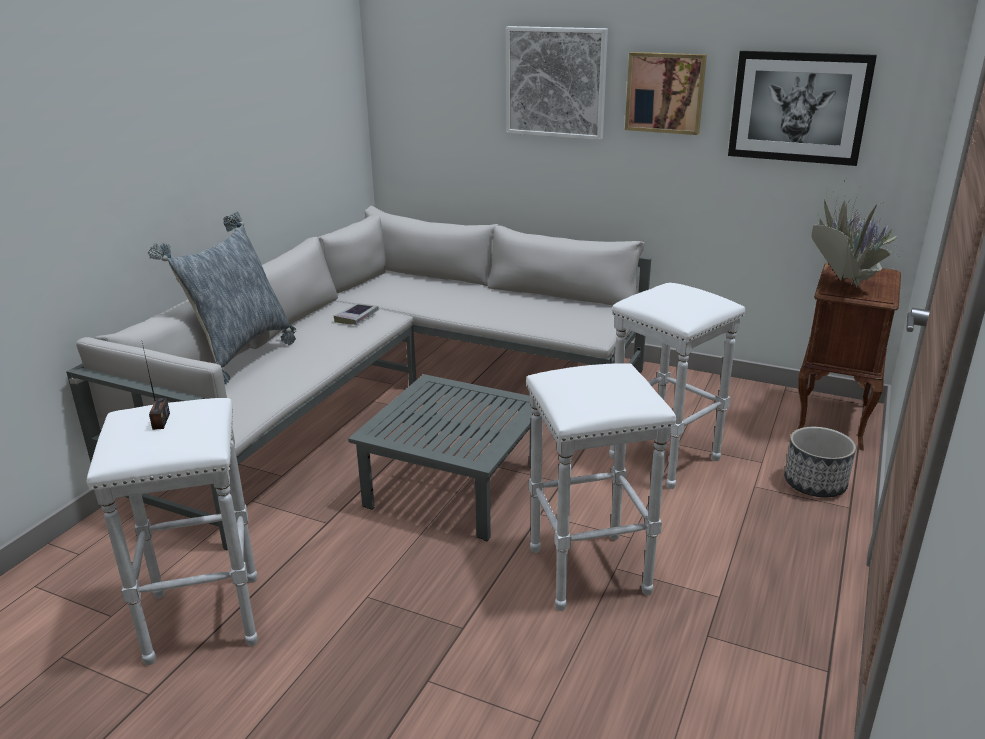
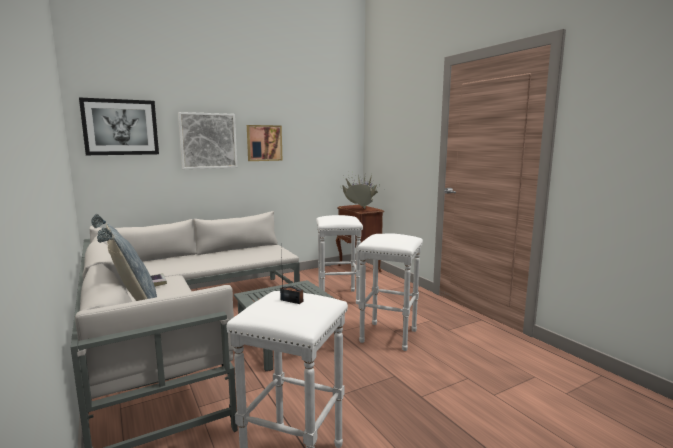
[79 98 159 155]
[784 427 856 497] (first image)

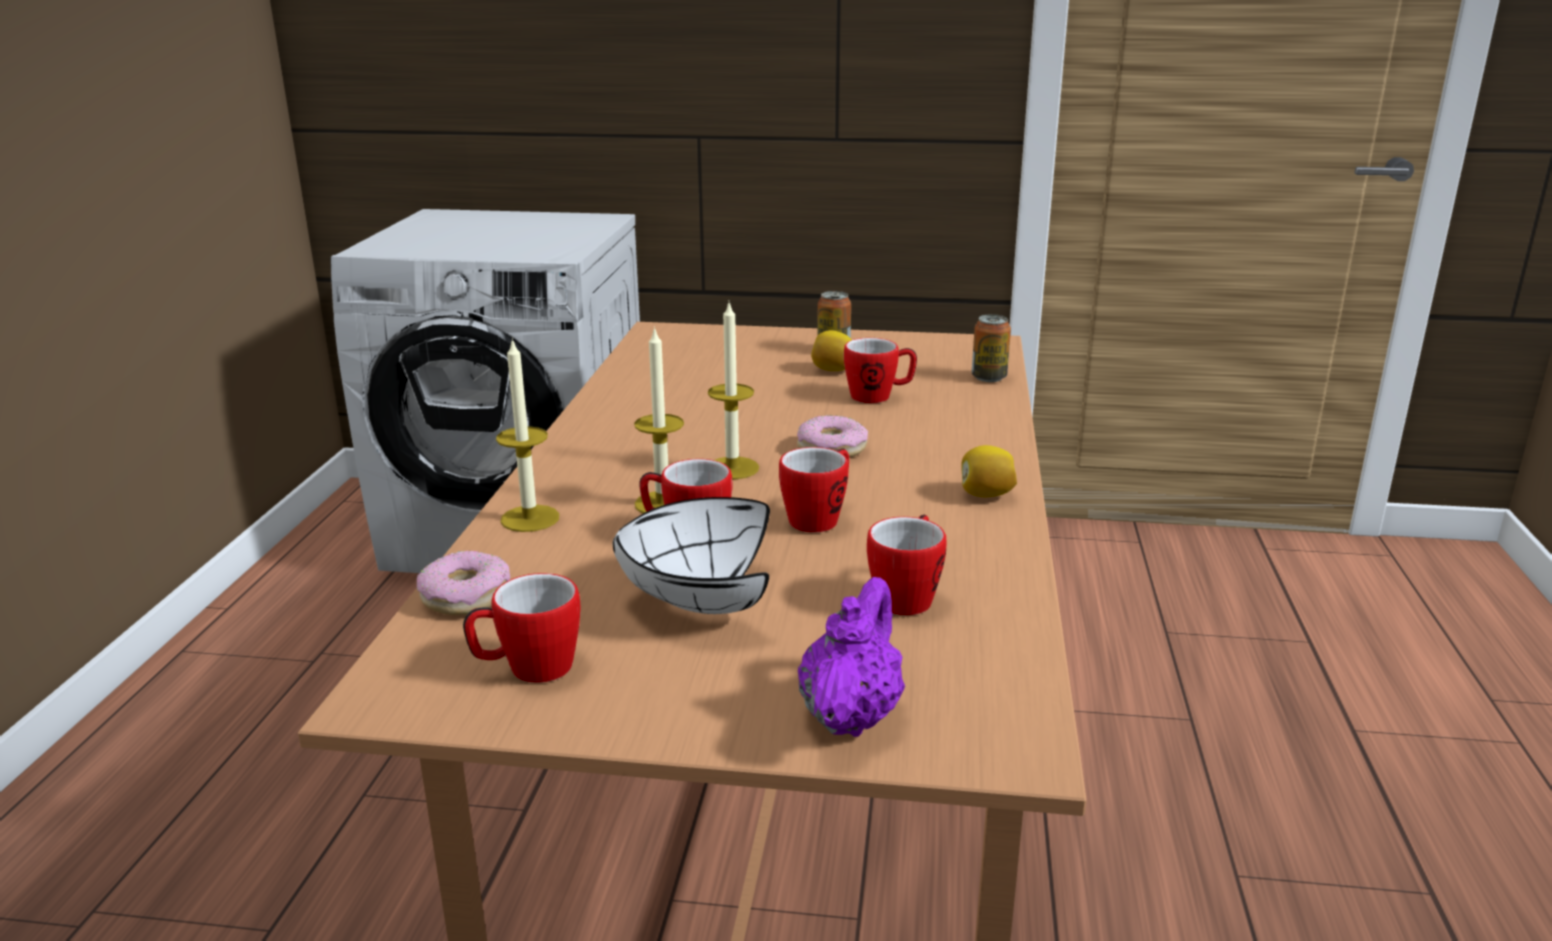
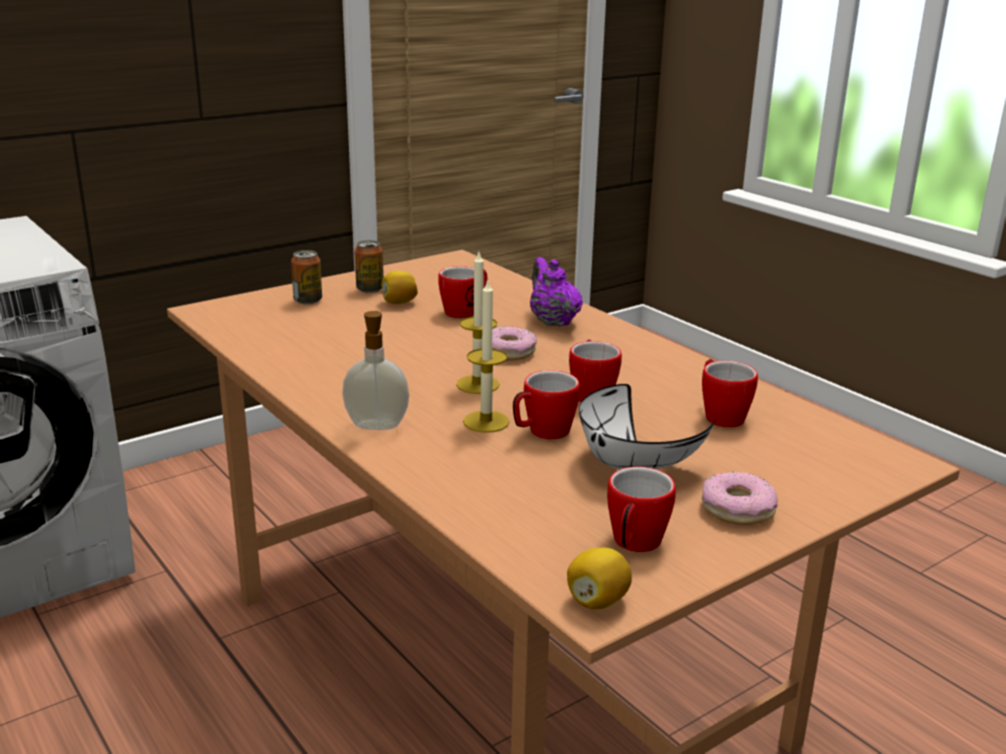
[291 250 322 304]
[342 311 409 430]
[530 257 583 326]
[567 547 632 609]
[702 472 778 525]
[496 338 559 532] (first image)

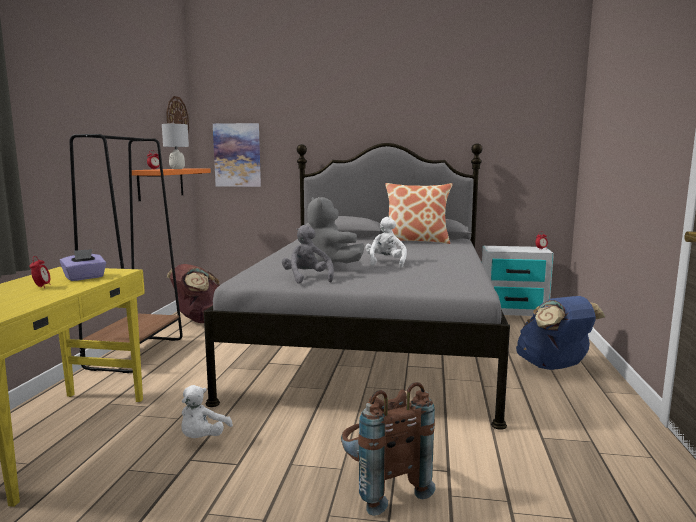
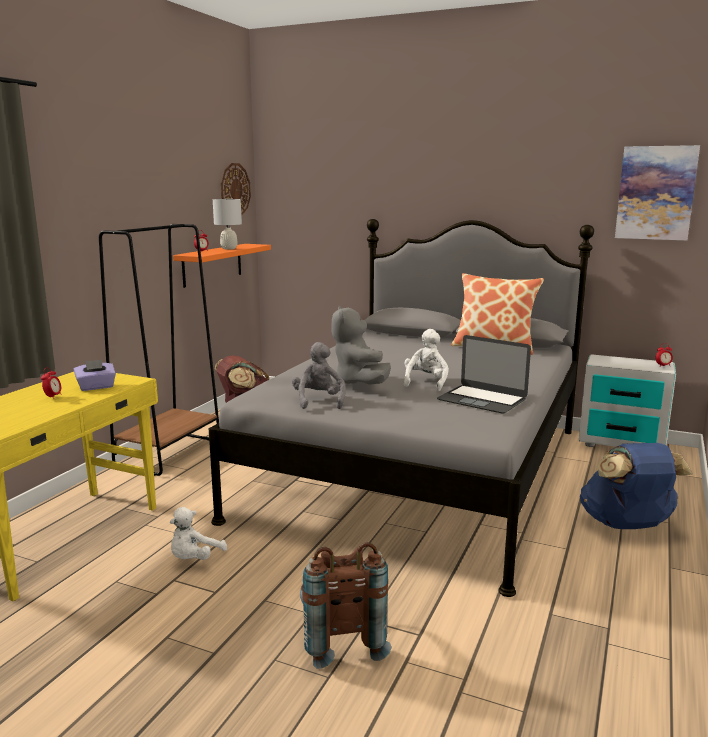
[437 335 531 414]
[615 145 700 241]

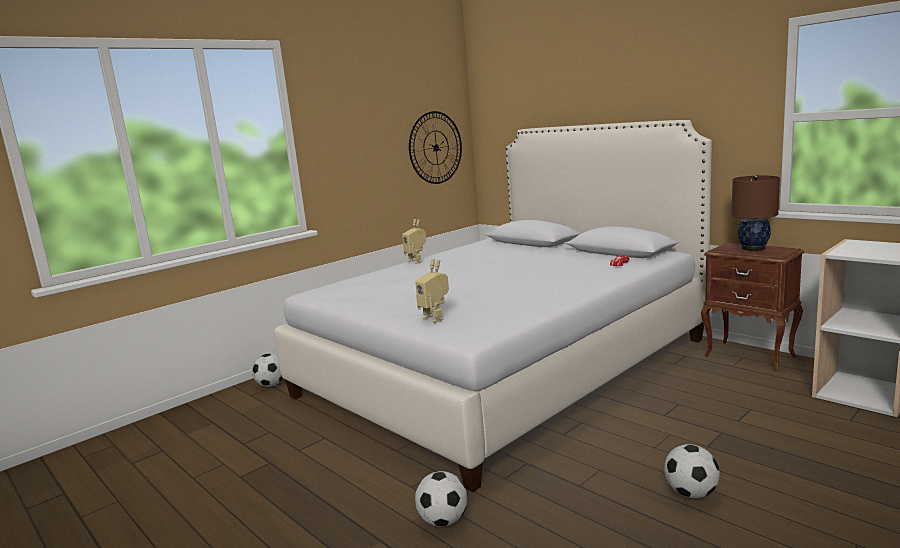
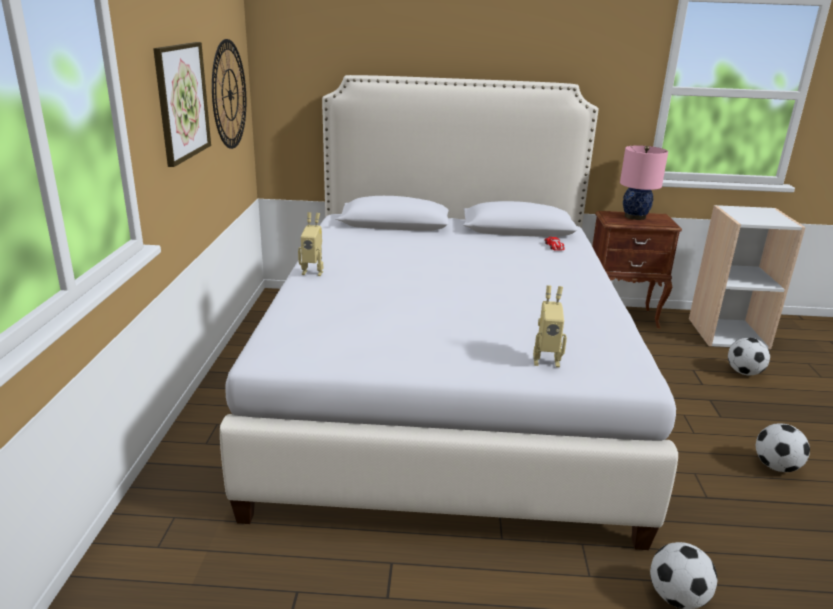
[153 42 211 167]
[620 145 668 220]
[728 338 770 375]

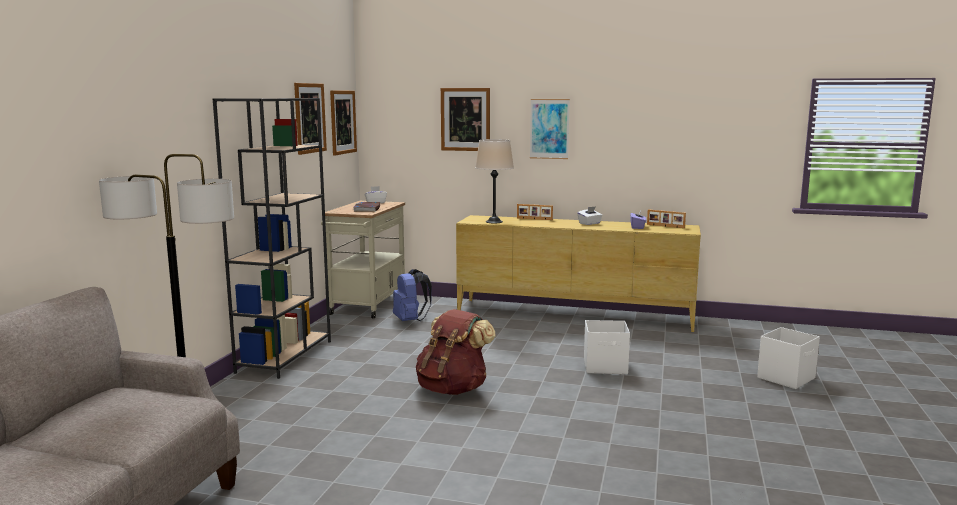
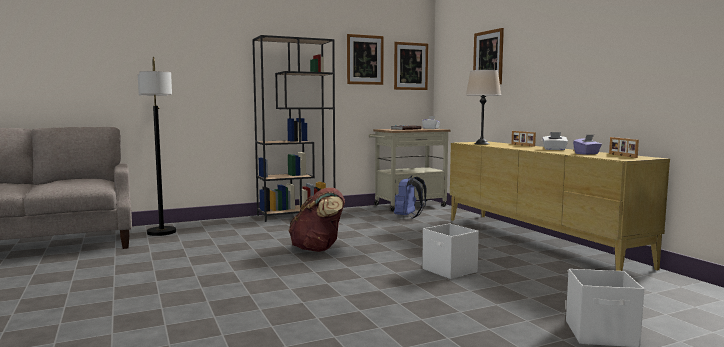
[530 99 570 159] (first image)

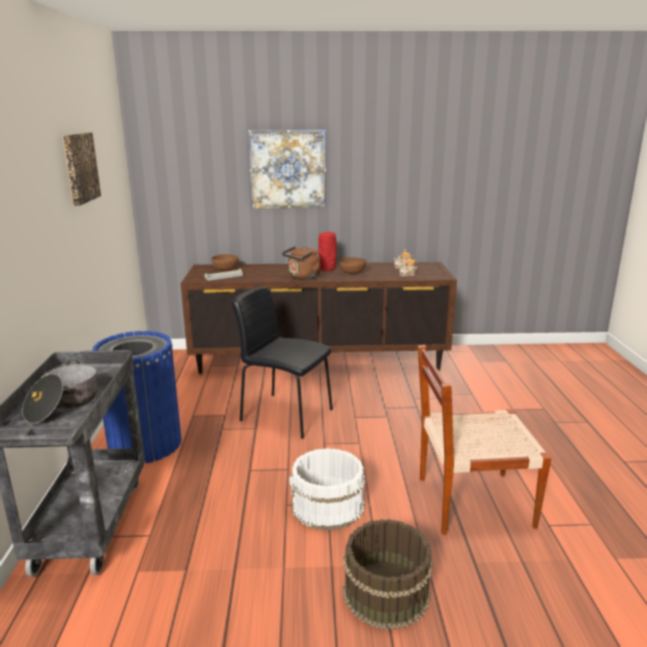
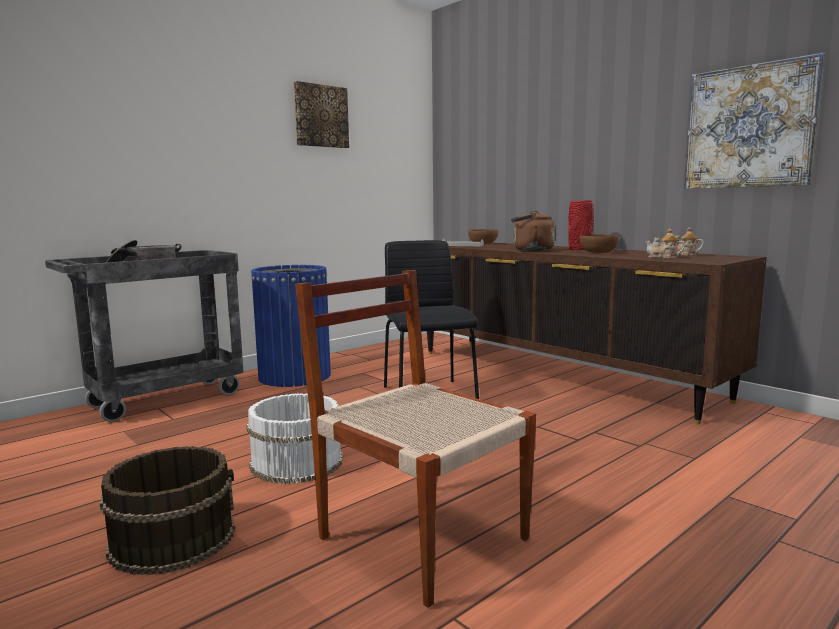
[684 53 825 189]

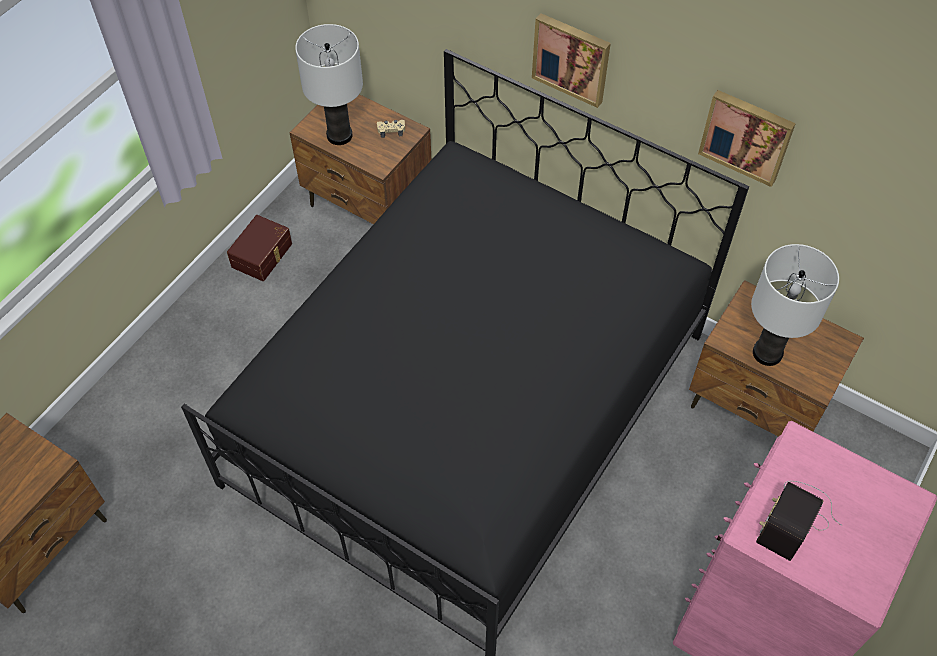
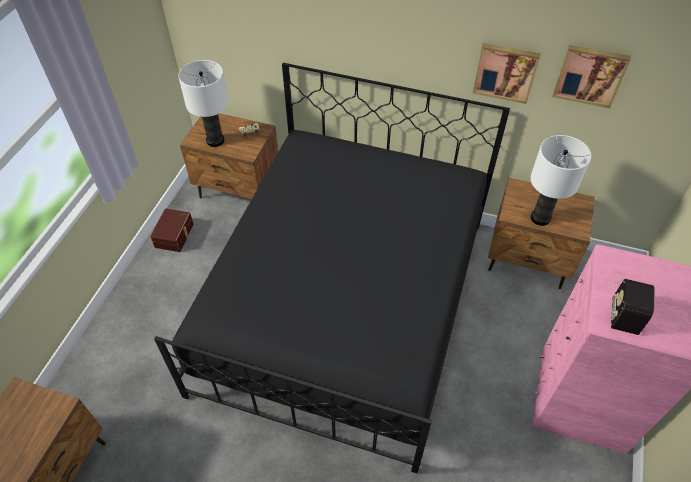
[553 45 631 108]

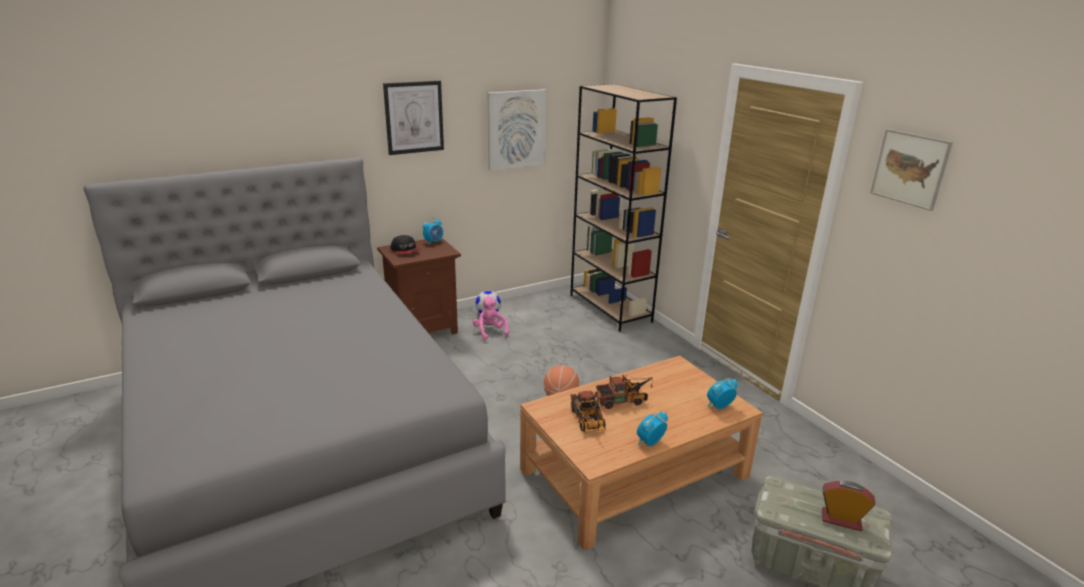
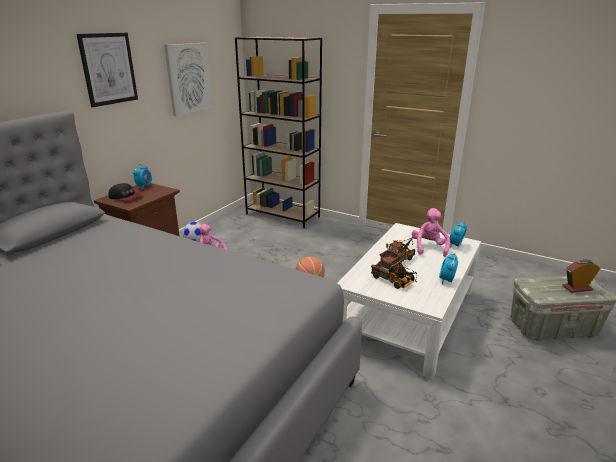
[337 223 481 379]
[412 208 450 257]
[870 129 953 211] (first image)

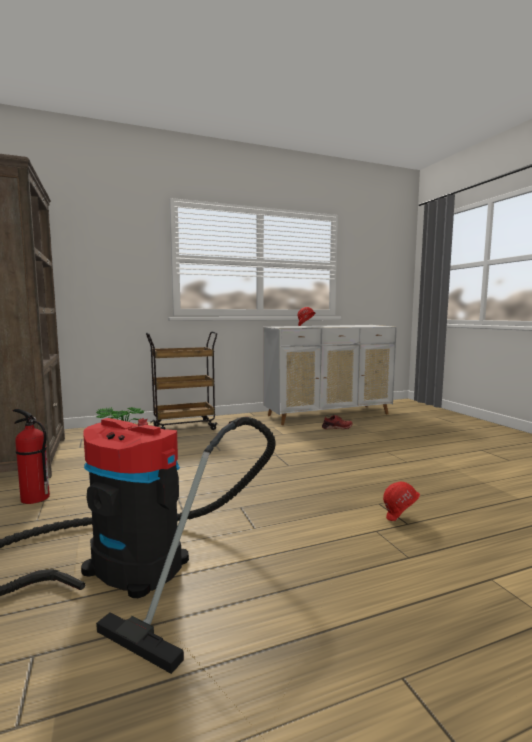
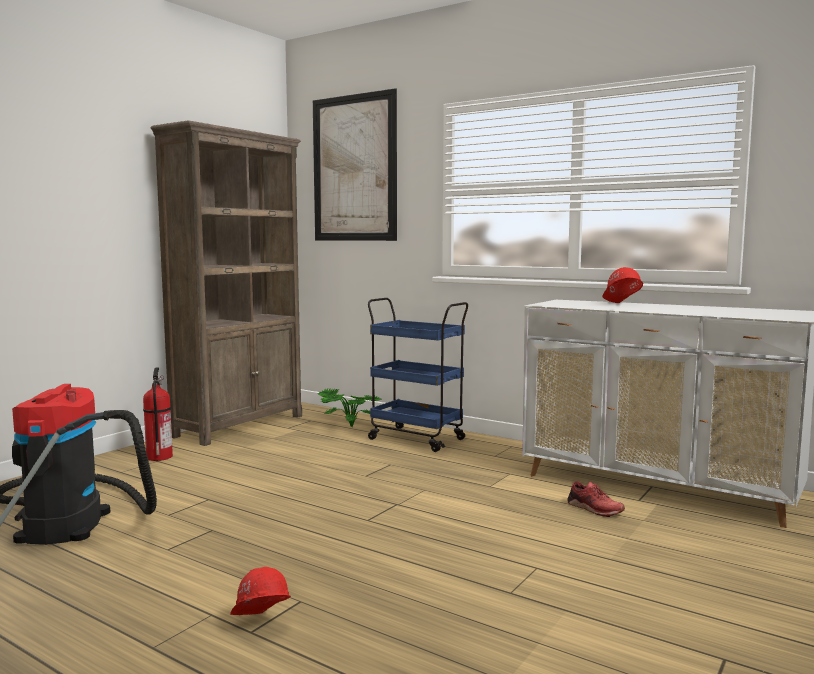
[313 88 397 241]
[368 298 468 452]

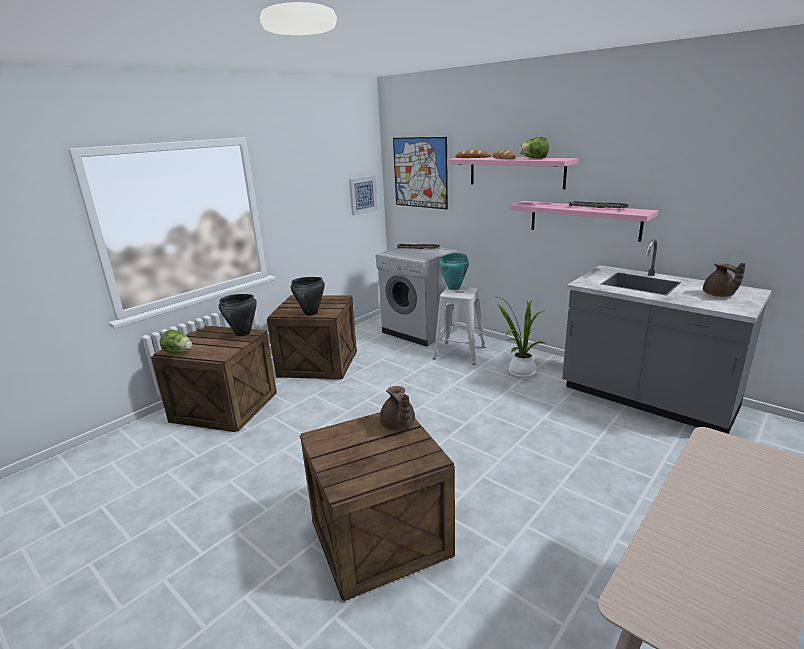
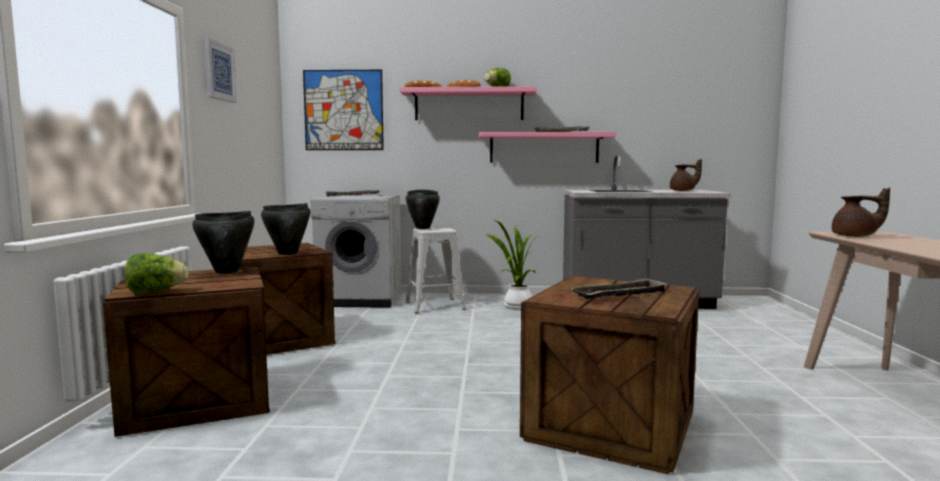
[204 38 237 103]
[406 189 440 229]
[571 278 668 299]
[832 187 890 237]

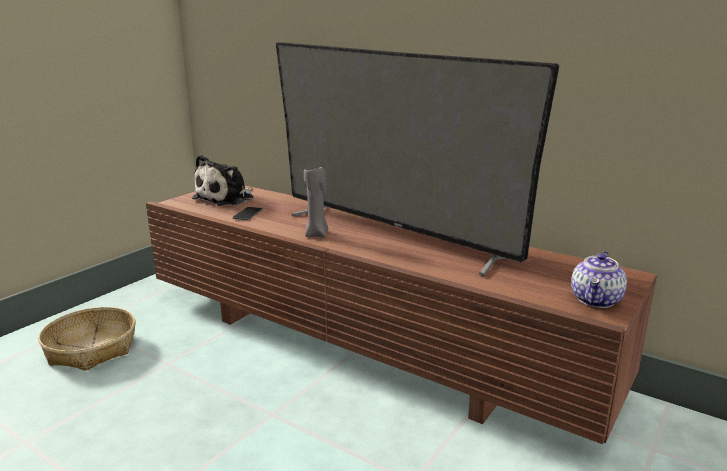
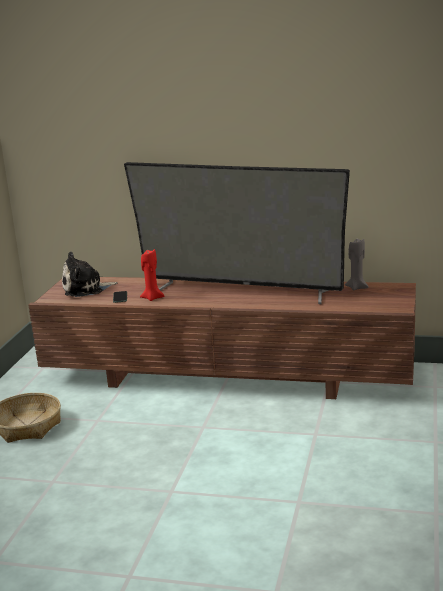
[62 251 118 297]
[140 248 164 301]
[345 238 369 290]
[571 251 627 308] (first image)

